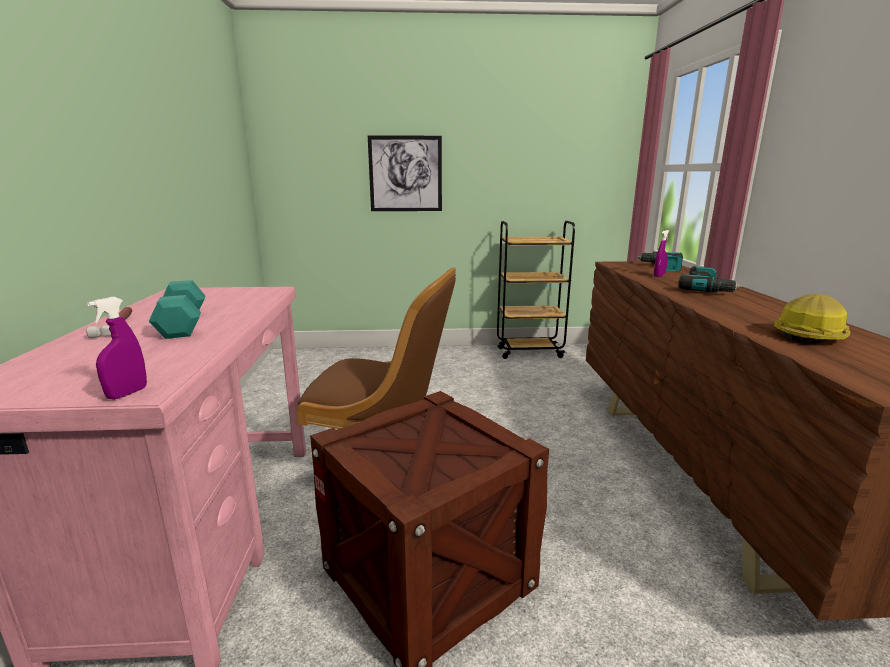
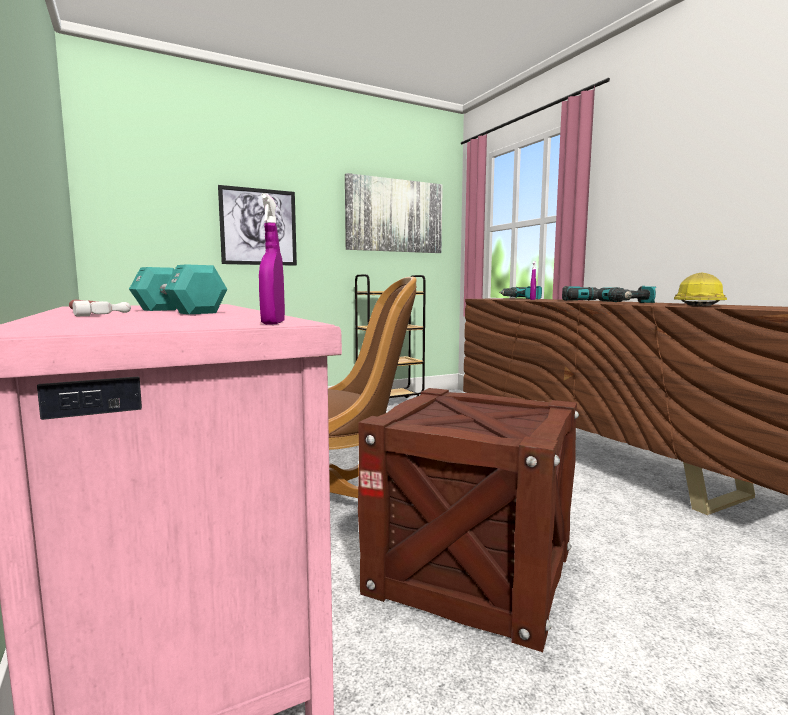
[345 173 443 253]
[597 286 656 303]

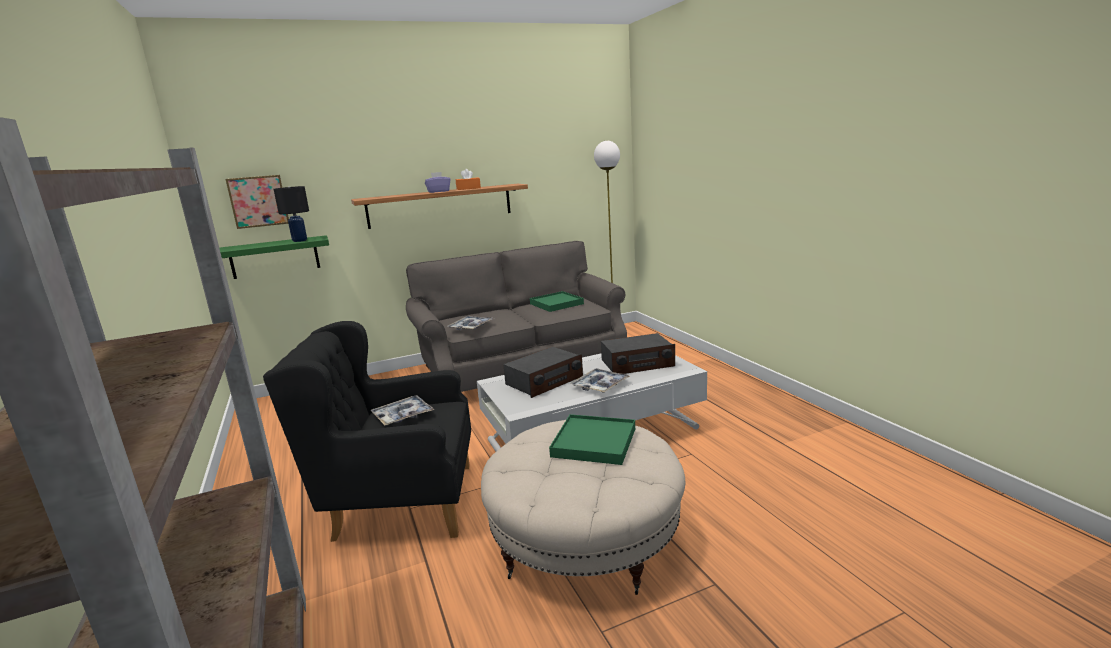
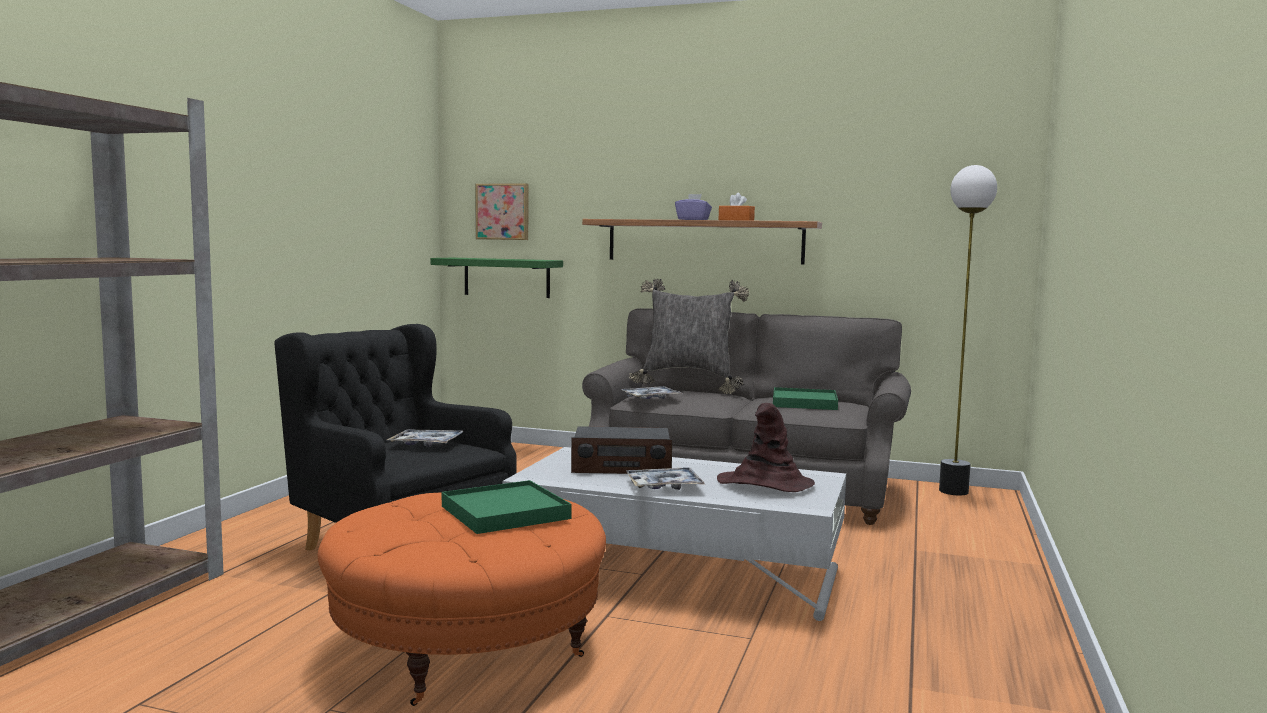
[318 492 606 706]
[628 278 749 394]
[717 403 815 492]
[274 186 309 242] (first image)

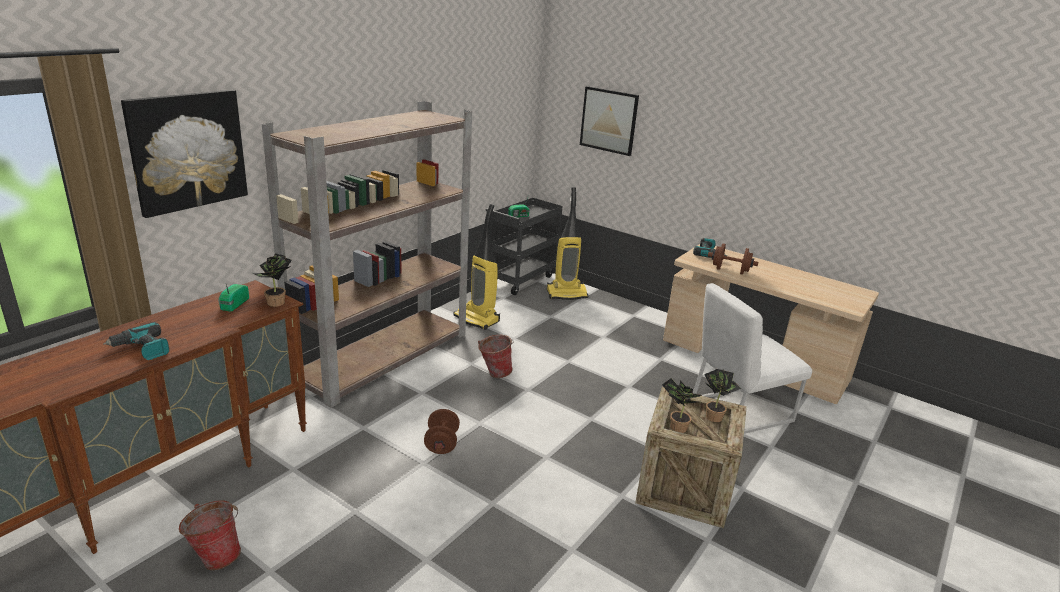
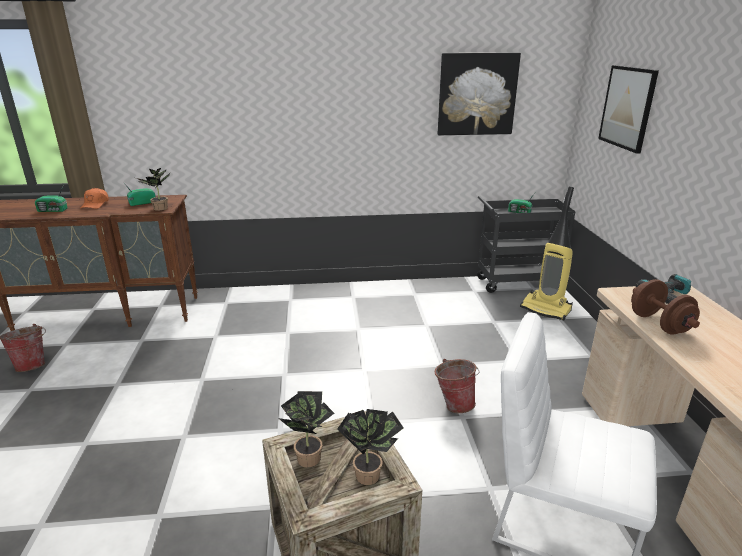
[35 184 67 212]
[80 188 109 209]
[434 359 480 413]
[438 53 521 135]
[262 101 472 408] (first image)
[424 409 460 454] (first image)
[453 204 500 330] (first image)

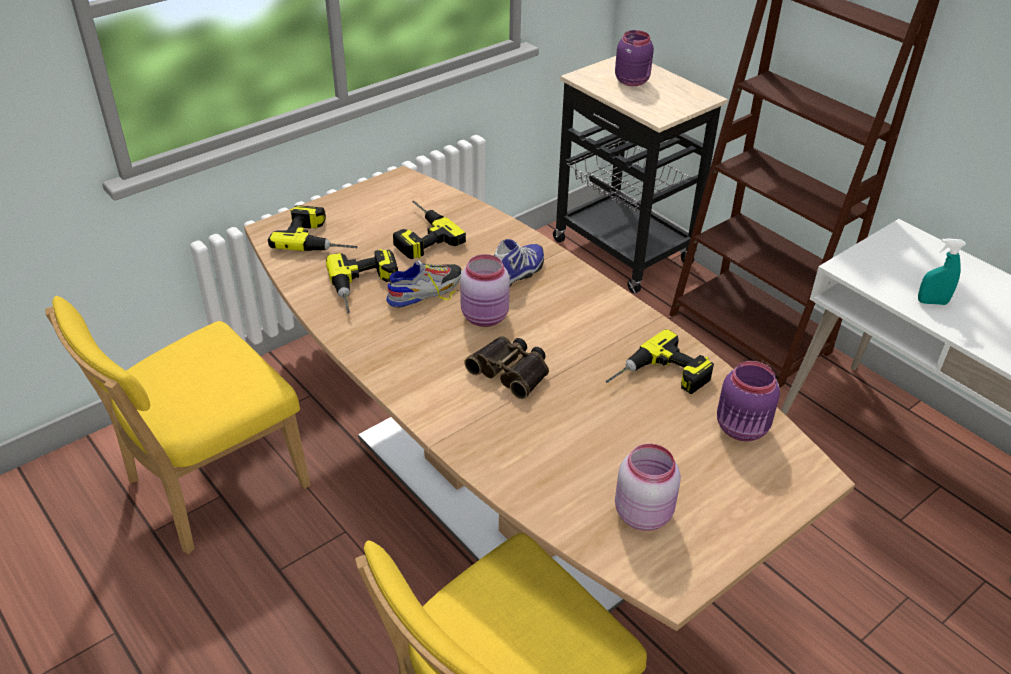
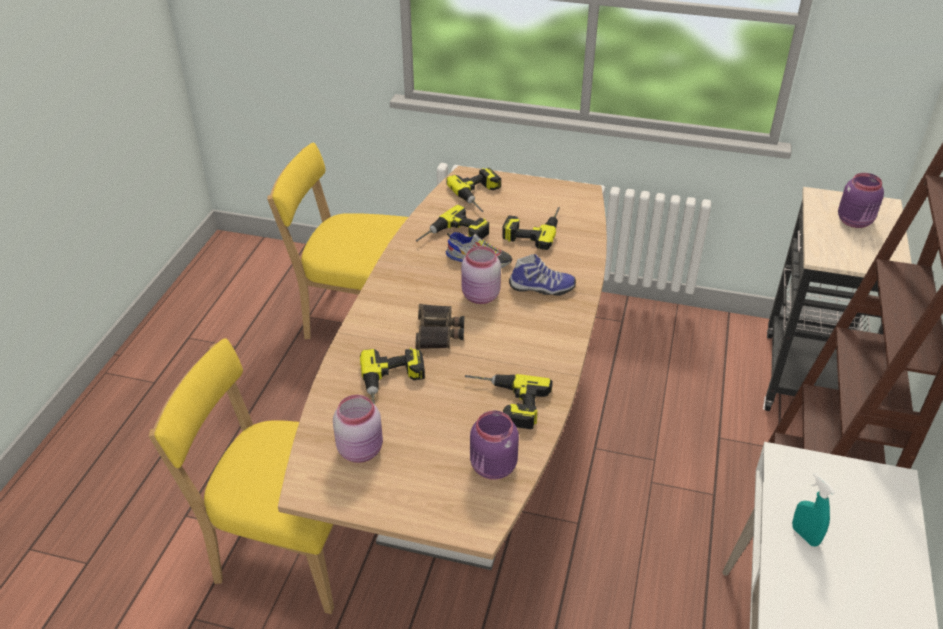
[360 348 425 405]

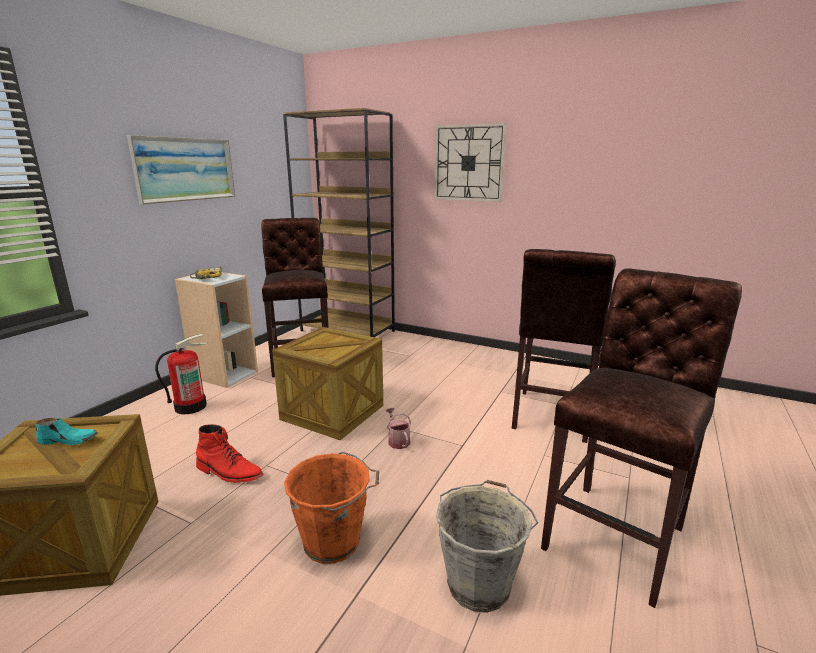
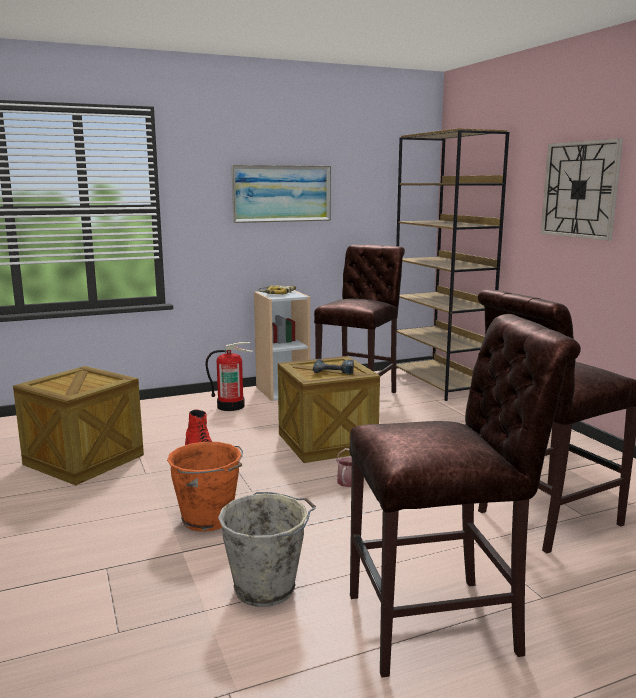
[313 359 354 374]
[36 418 98 445] (first image)

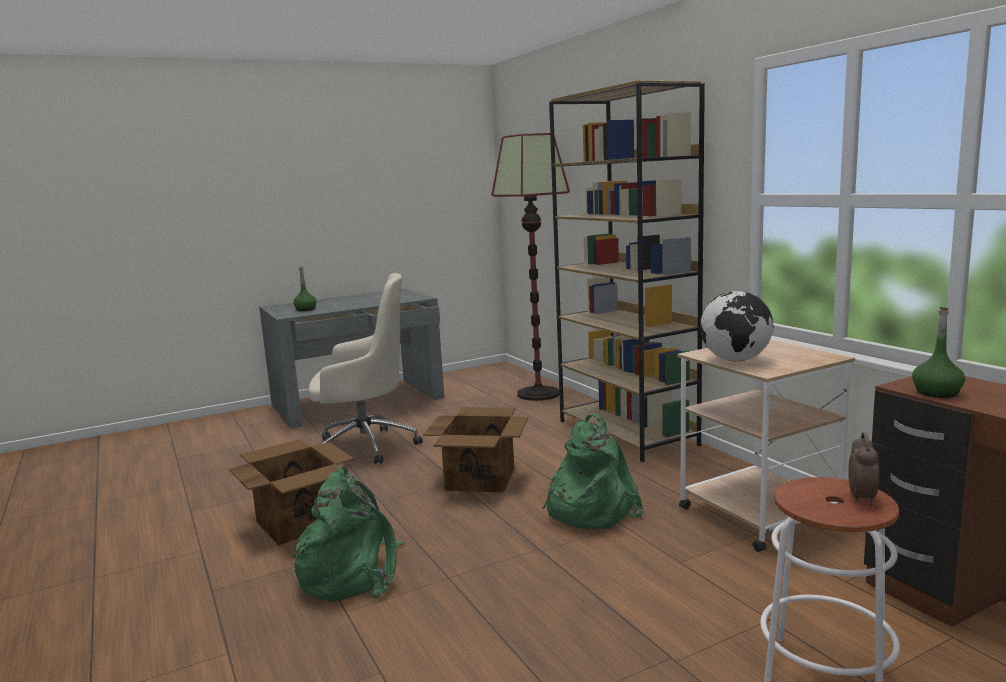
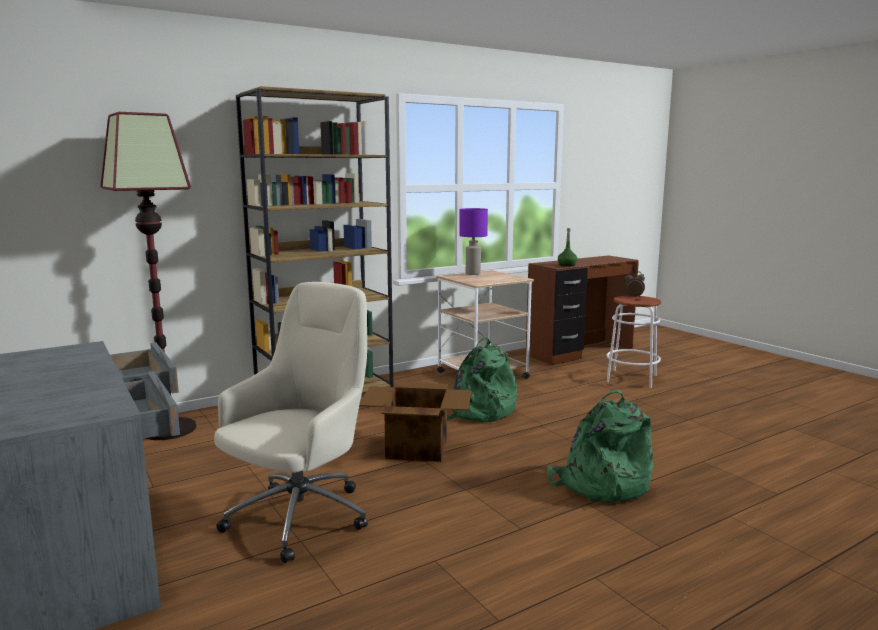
[214 282 367 563]
[459 208 488 275]
[229 439 354 545] (first image)
[293 267 317 311] (first image)
[700 291 773 361] (first image)

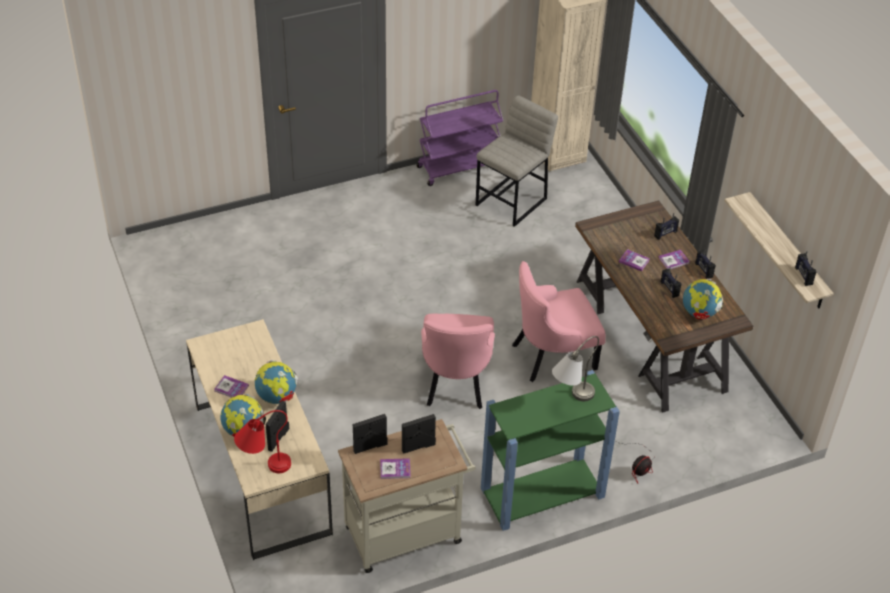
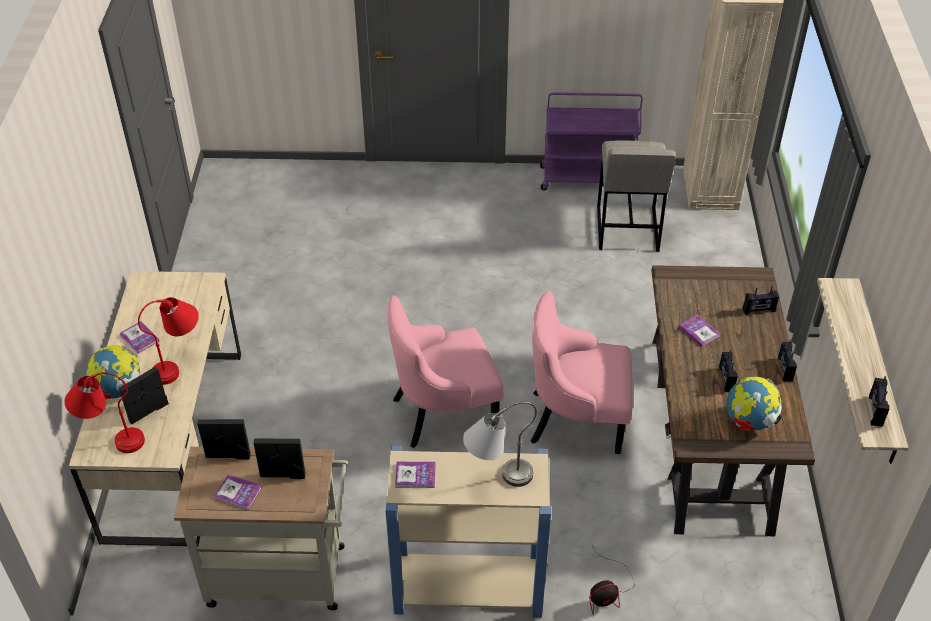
[138 297 199 385]
[385 446 551 618]
[387 295 504 448]
[395 462 436 488]
[597 141 676 252]

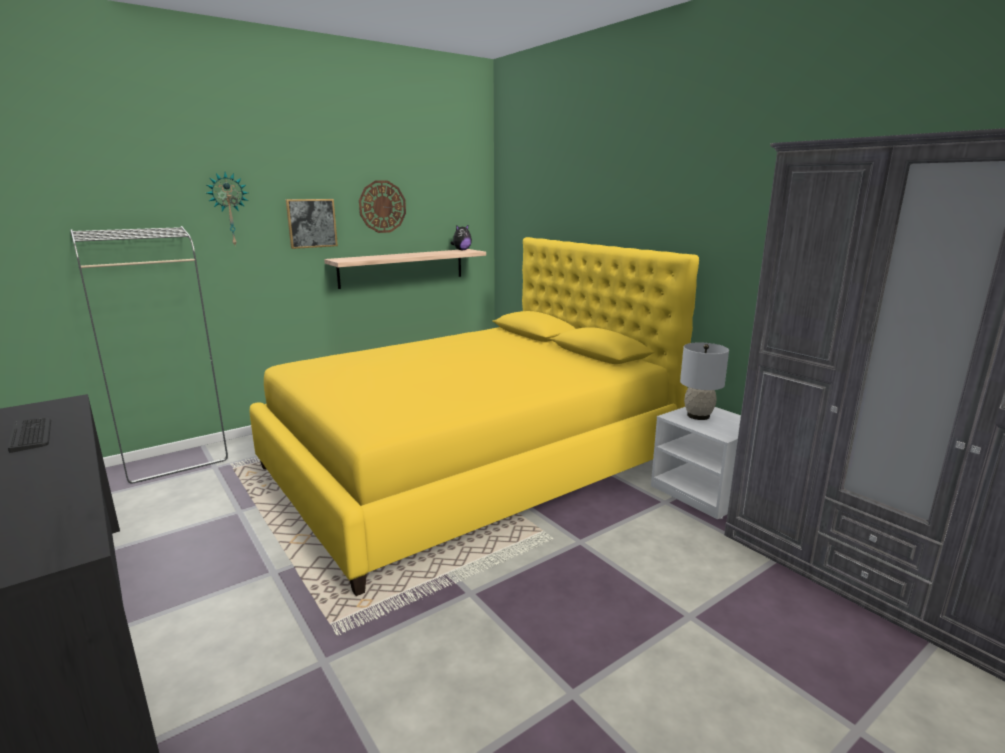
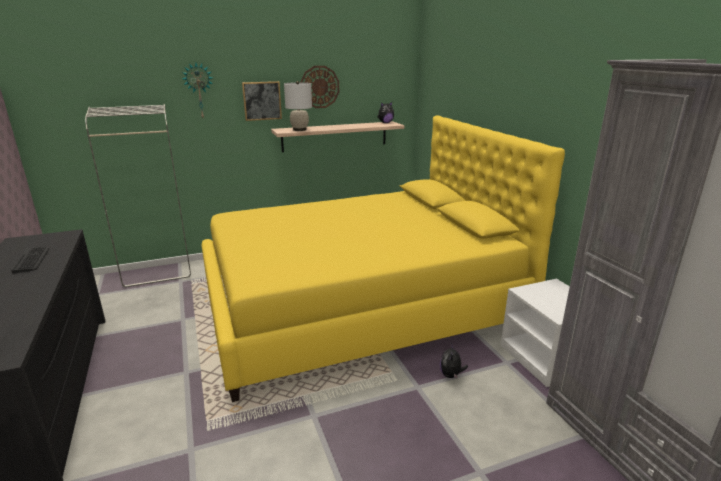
[284 81 312 131]
[440 346 468 379]

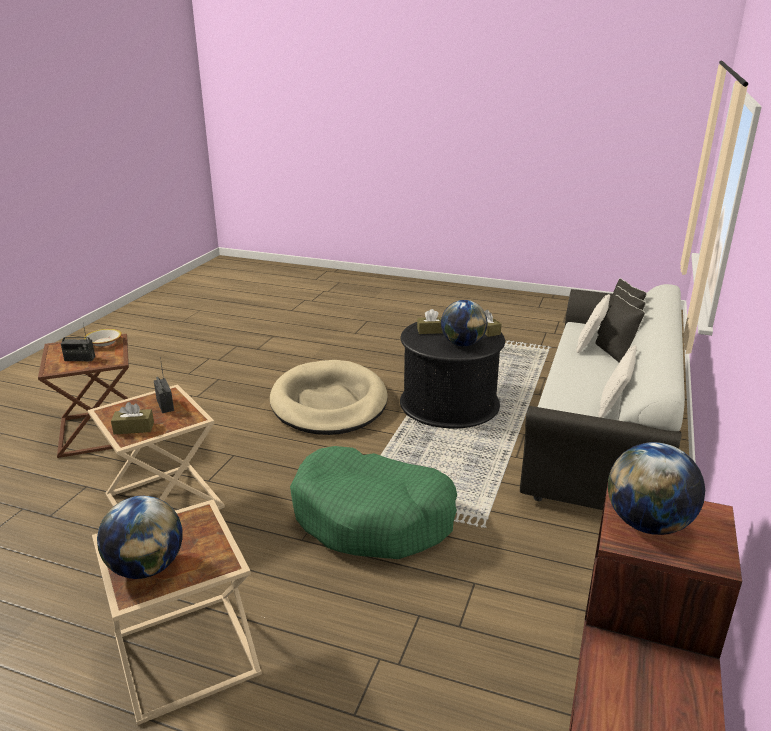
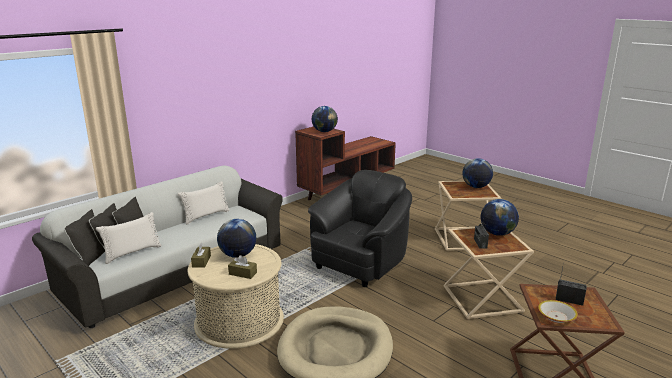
[188 244 284 349]
[308 170 412 287]
[481 199 519 236]

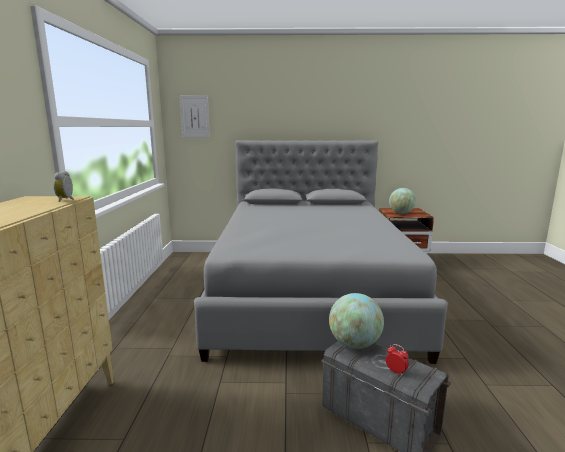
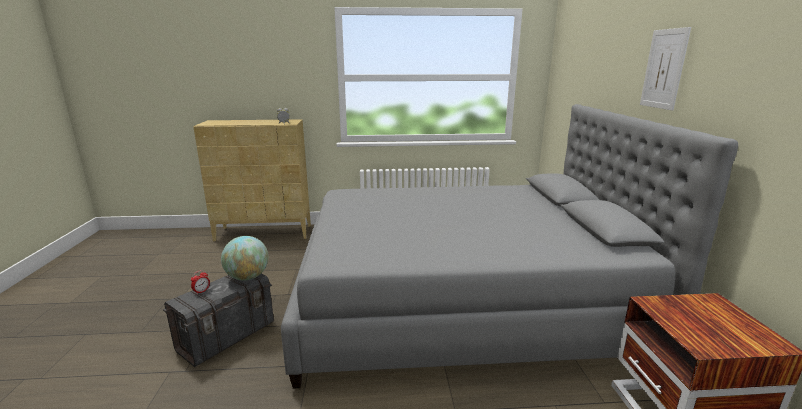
[640 27 691 110]
[389 188 416 214] (first image)

